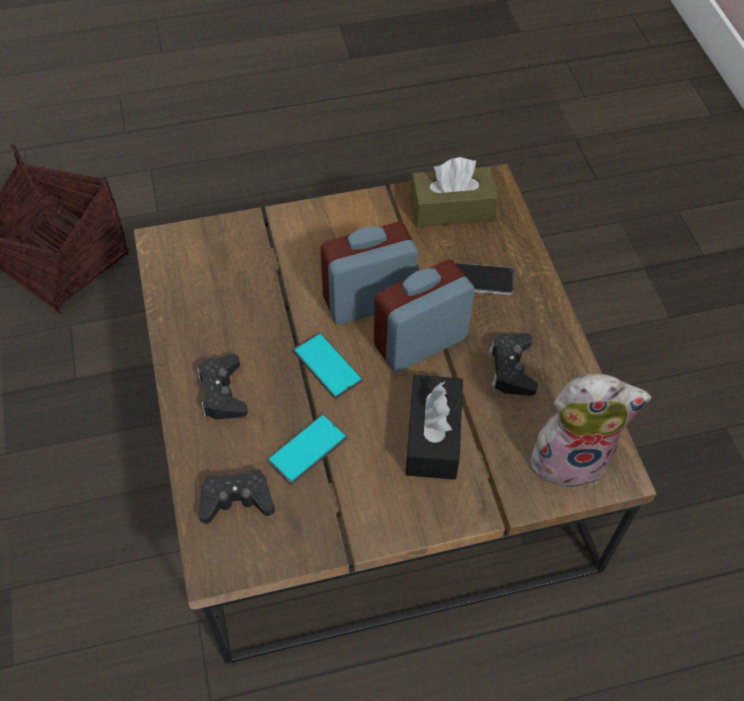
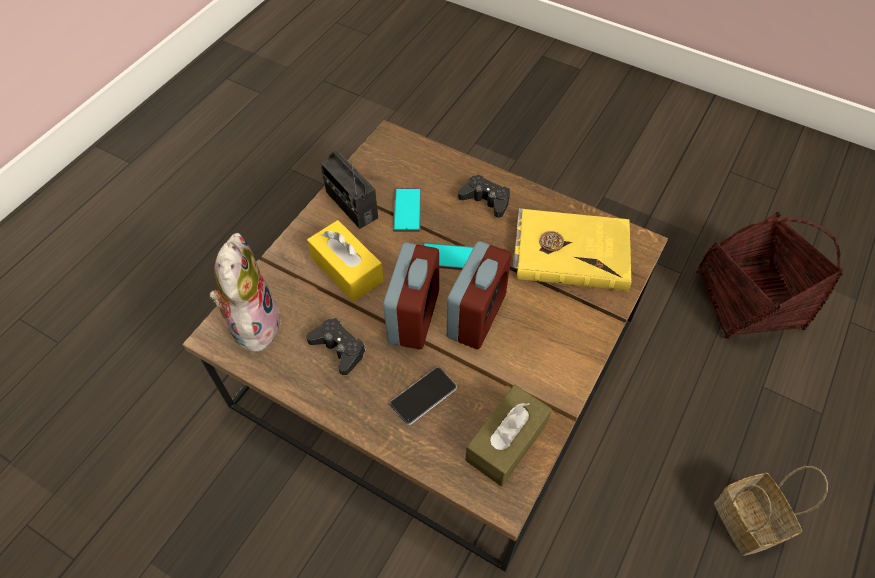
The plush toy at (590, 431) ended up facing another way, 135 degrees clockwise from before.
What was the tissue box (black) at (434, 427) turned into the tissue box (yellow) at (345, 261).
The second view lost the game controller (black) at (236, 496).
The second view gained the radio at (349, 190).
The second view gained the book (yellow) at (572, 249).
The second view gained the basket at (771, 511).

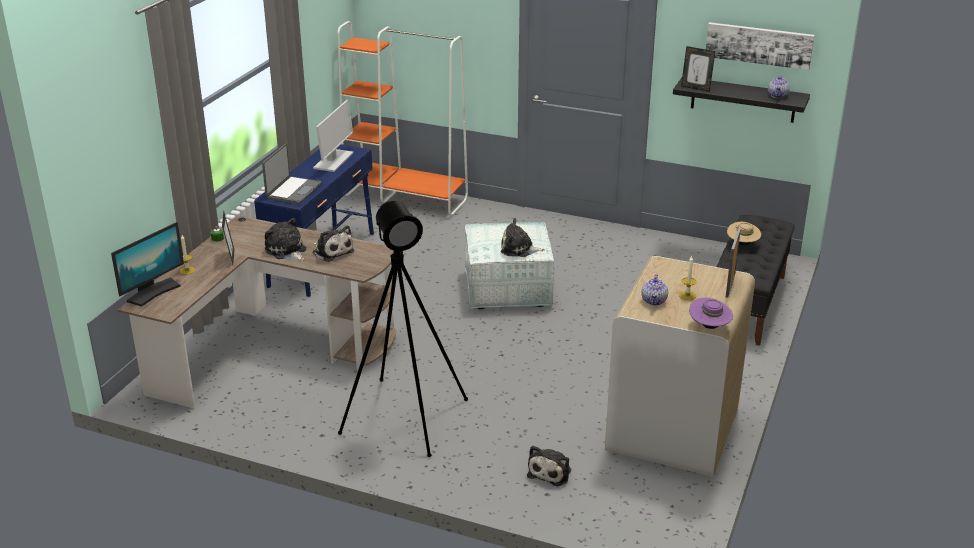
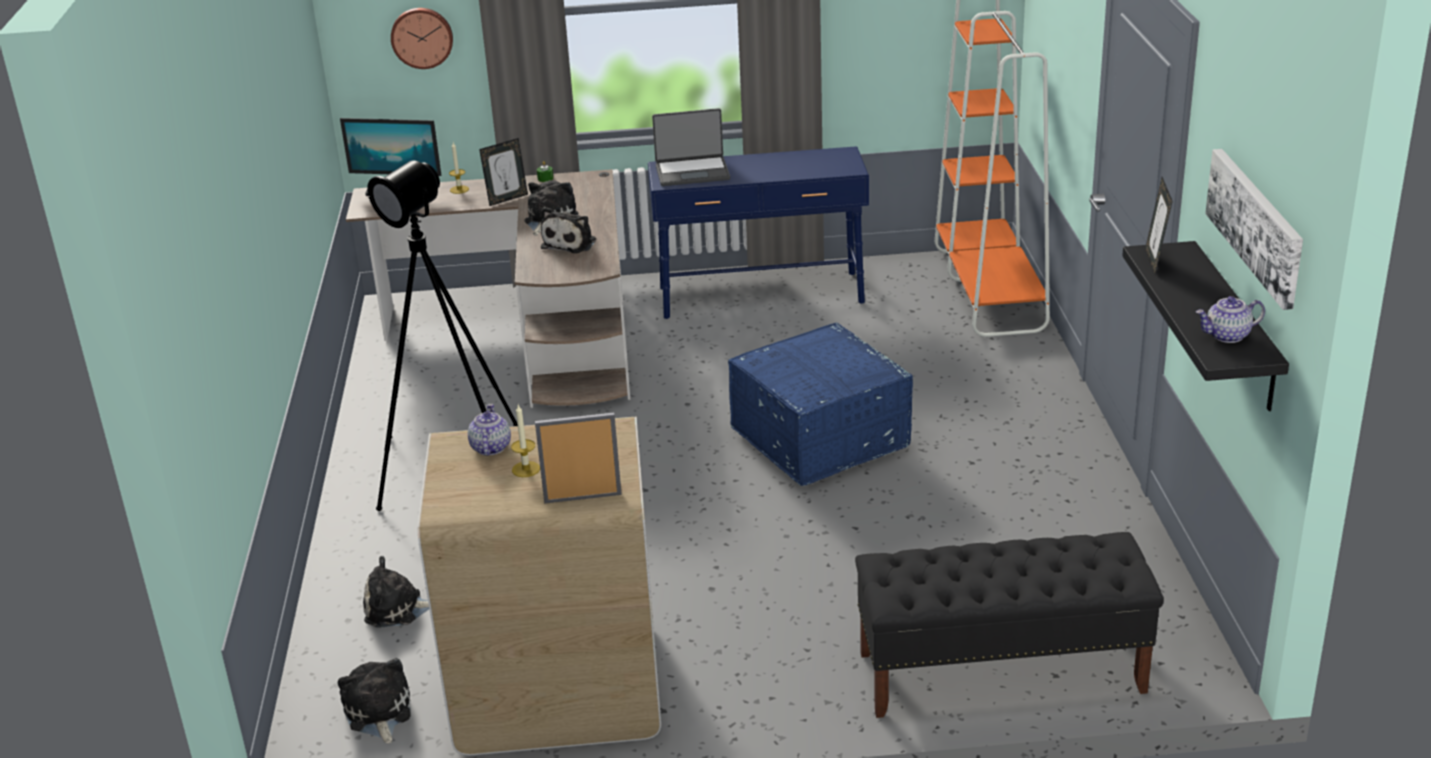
The second view lost the monitor at (333, 136).
The plush toy ended up elsewhere, having gone from (523, 237) to (374, 701).
What was the ottoman (white) at (509, 265) turned into the ottoman (blue) at (820, 404).
The second view lost the hat (beige) at (744, 234).
The teapot at (654, 289) ended up facing another way, 105 degrees clockwise from before.
The second view lost the hat (purple) at (711, 313).
The second view gained the wall clock at (422, 38).

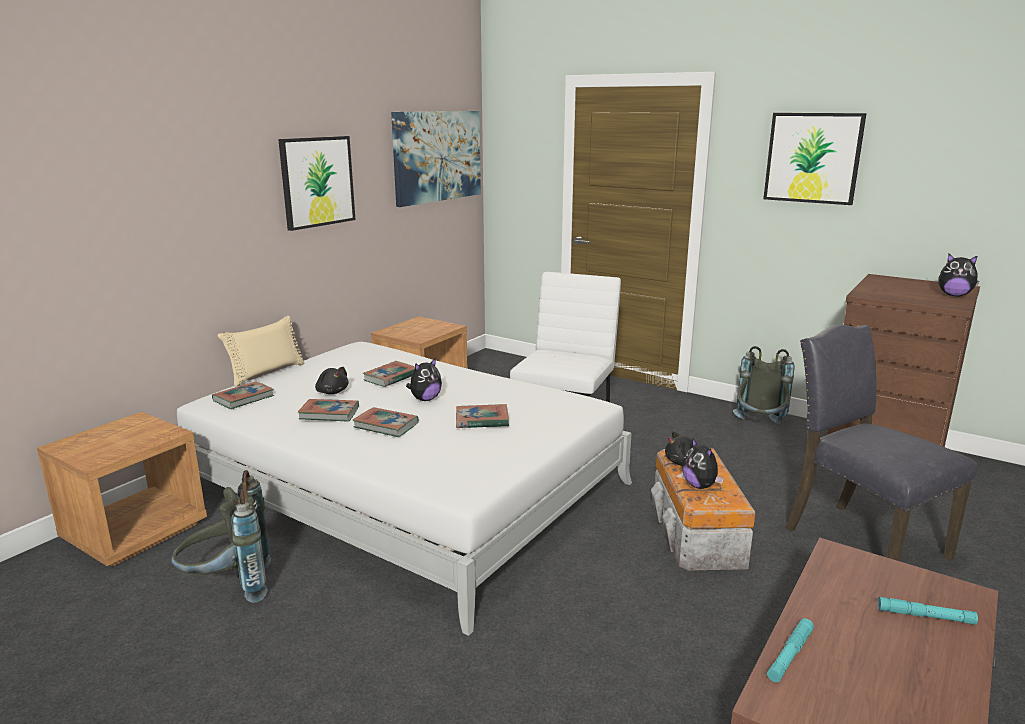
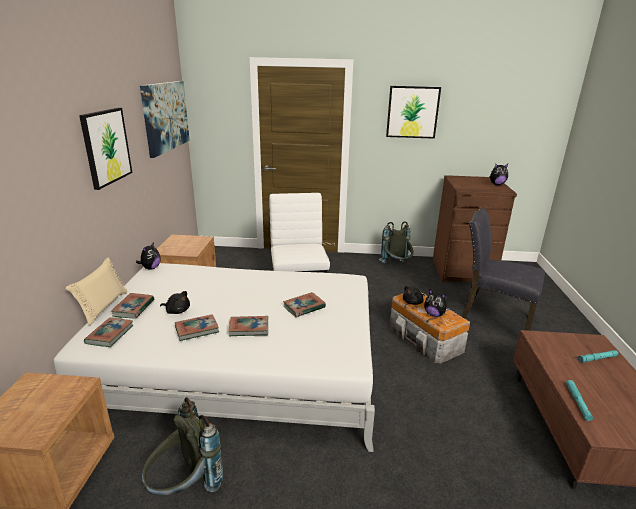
The plush toy ended up elsewhere, having gone from (424, 379) to (148, 256).
The book ended up elsewhere, having gone from (389, 374) to (132, 306).

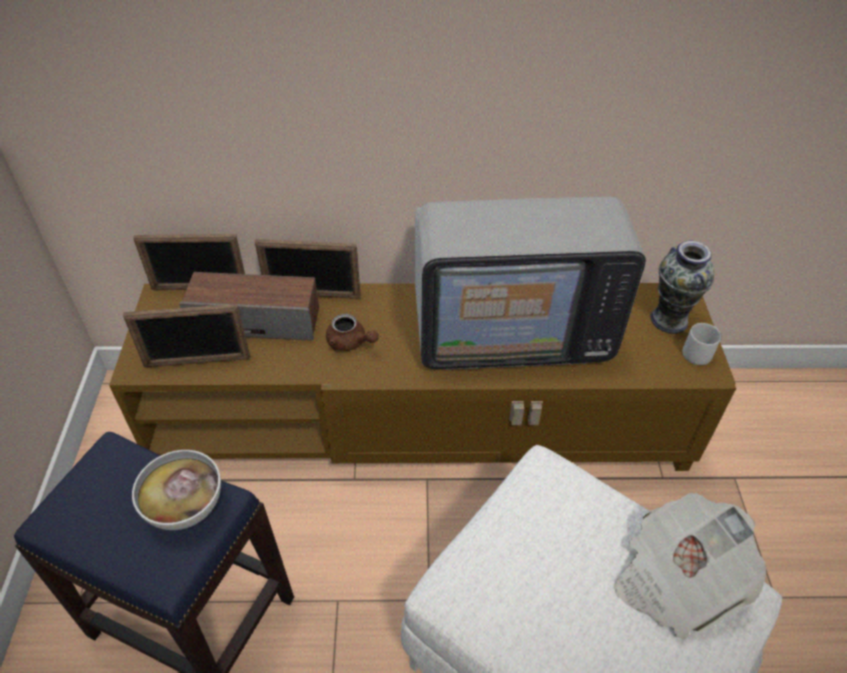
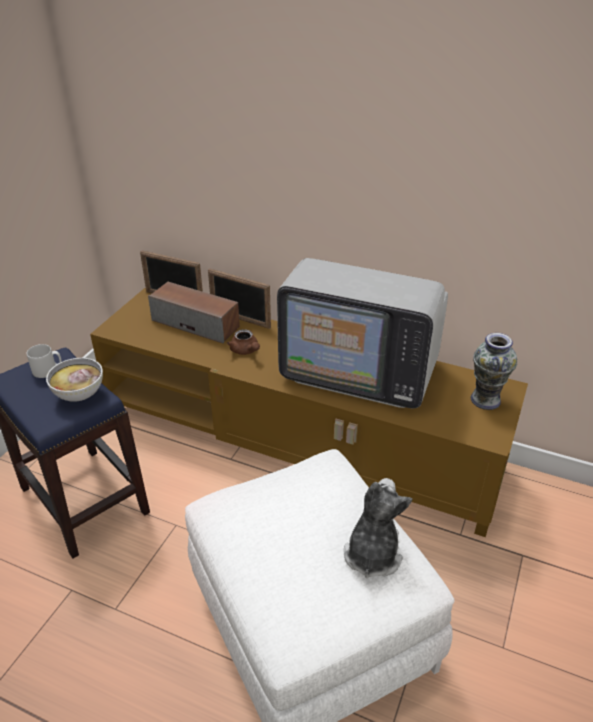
The second view lost the picture frame at (186, 336).
The mug (grey) ended up elsewhere, having gone from (701, 344) to (44, 361).
Where the newspaper stood at (690, 566), the plush toy came to stand at (378, 528).

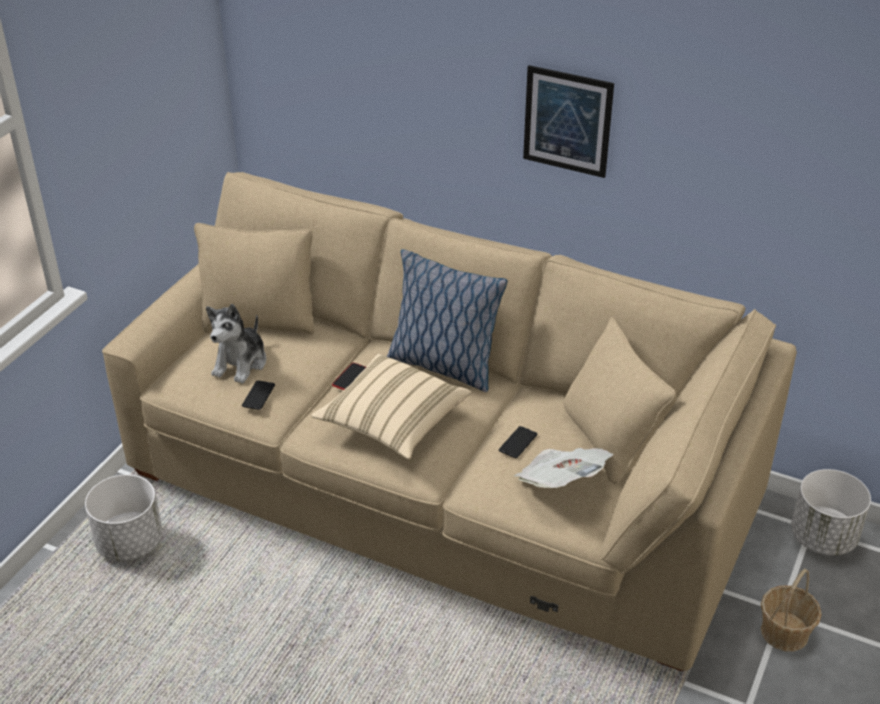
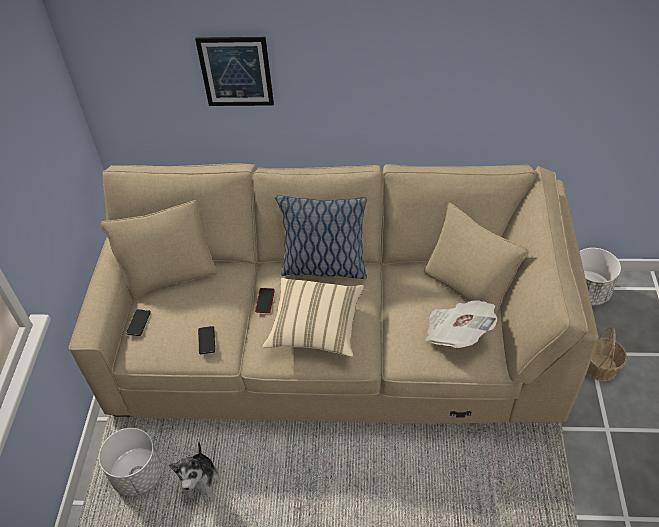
The picture ended up elsewhere, having gone from (568, 121) to (234, 71).
The plush toy ended up elsewhere, having gone from (236, 344) to (194, 472).
The phone ended up elsewhere, having gone from (518, 442) to (138, 322).

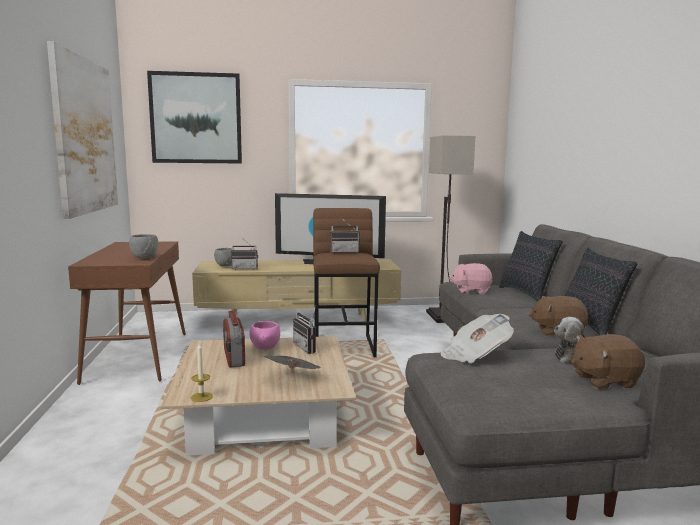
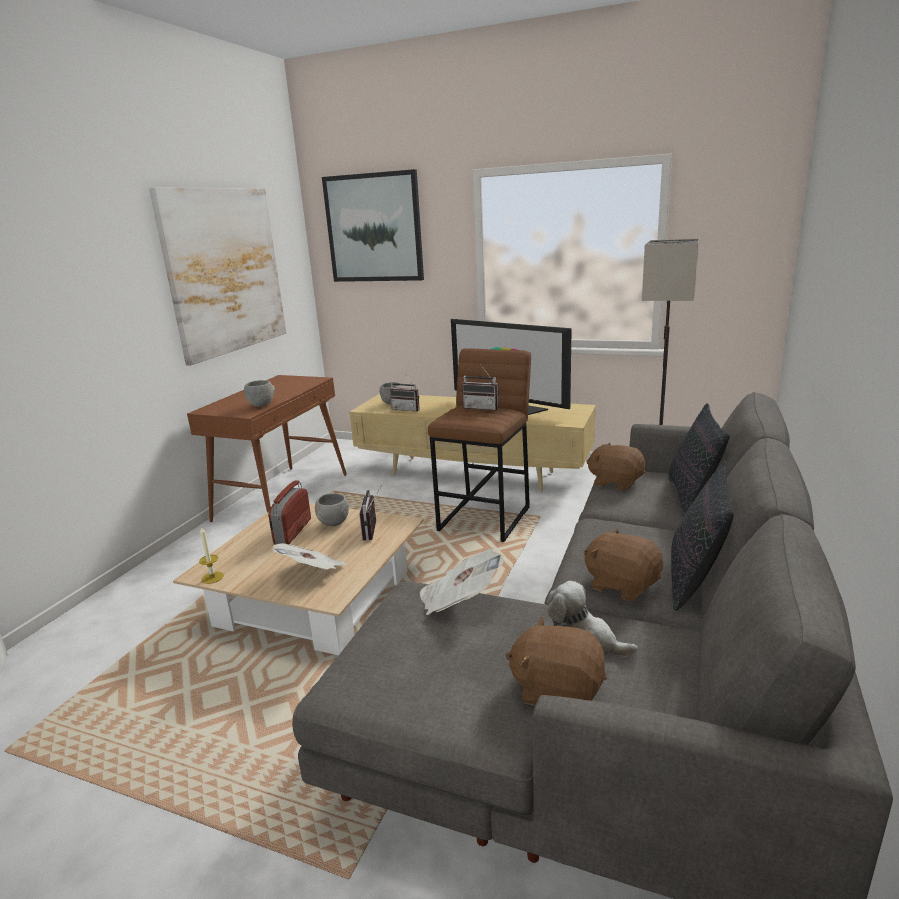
What was the plush toy (pink) at (471, 278) turned into the plush toy (brown) at (615, 467).
What was the bowl (pink) at (265, 335) turned into the bowl (grey) at (332, 509).

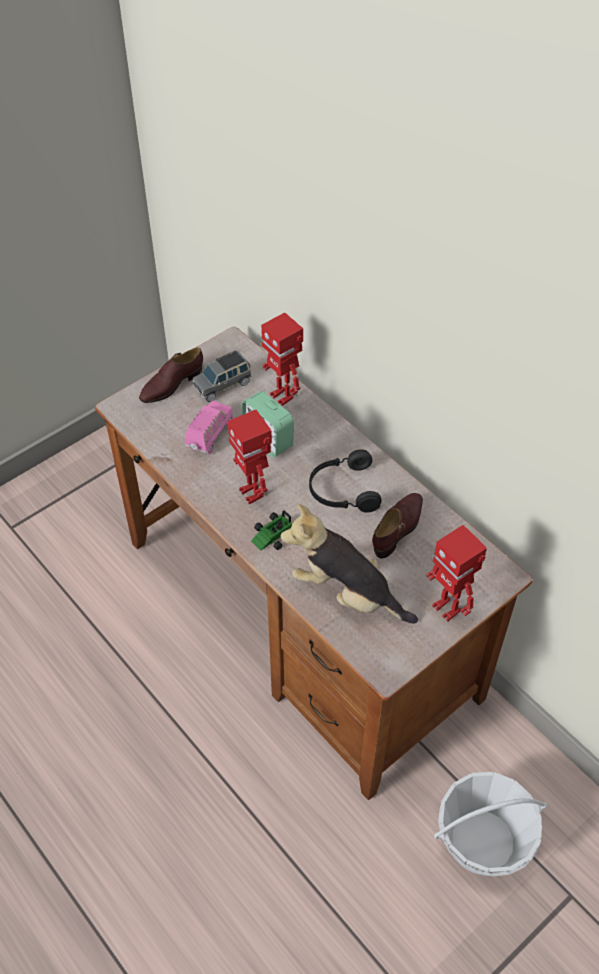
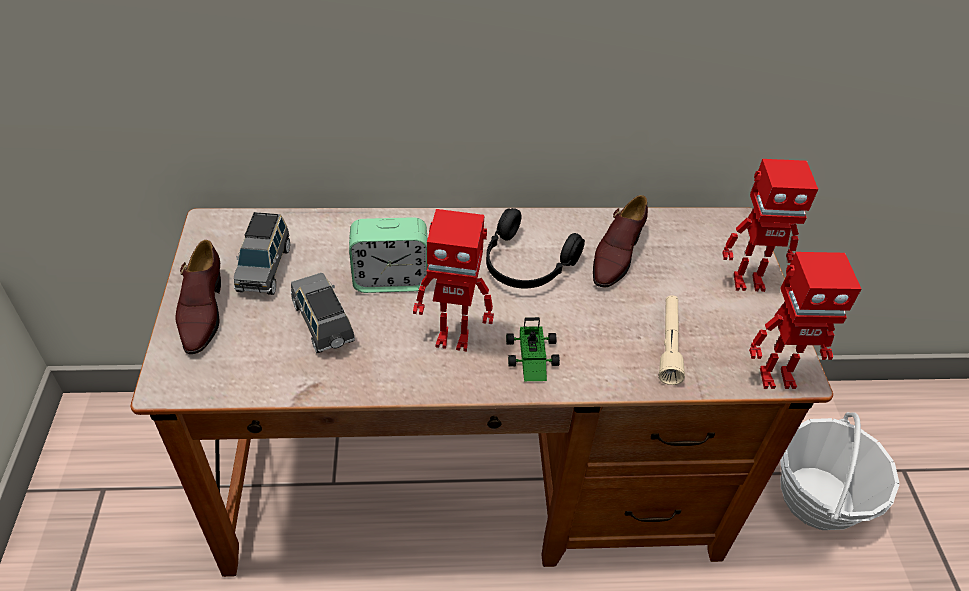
The toy robot ended up elsewhere, having gone from (282, 359) to (805, 320).
What was the toy car (pink) at (209, 427) turned into the toy car (grey) at (323, 313).
The shoe (brown) at (397, 525) ended up facing another way, 135 degrees counterclockwise from before.
Where the plush toy stood at (349, 564), the flashlight (beige) came to stand at (672, 340).

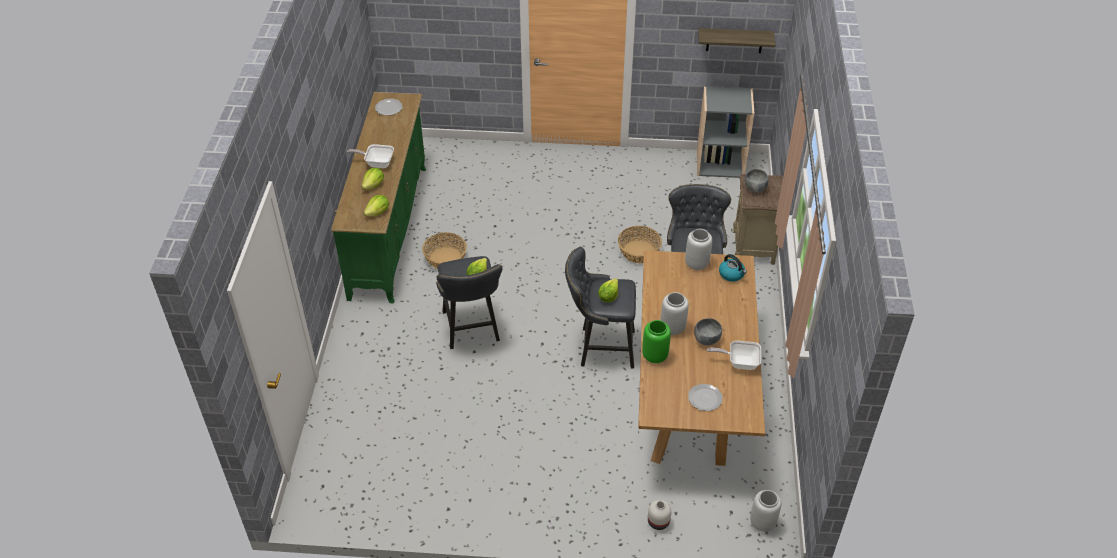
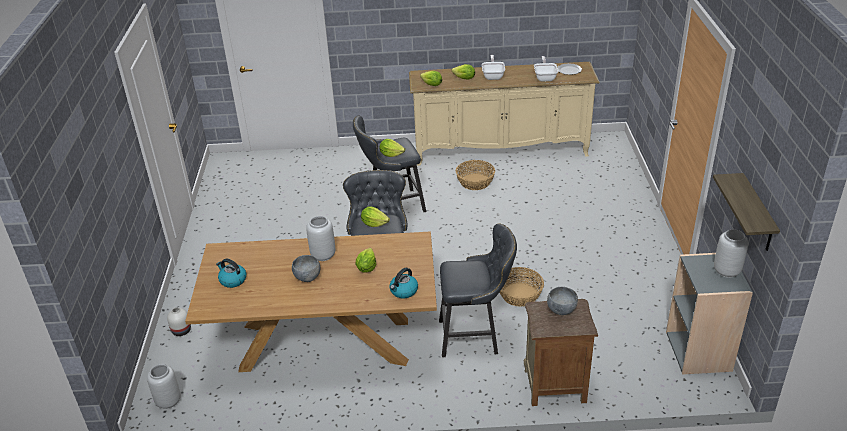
What was the cabinet (green) at (378, 197) turned into the cabinet (beige) at (504, 114).
The vase (grey) ended up elsewhere, having gone from (698, 249) to (731, 253).
The second view lost the vase (green) at (656, 341).
The frying pan ended up elsewhere, having gone from (734, 355) to (546, 68).
Where the plate stood at (705, 397), the kettle came to stand at (231, 273).
The second view gained the lettuce at (365, 260).

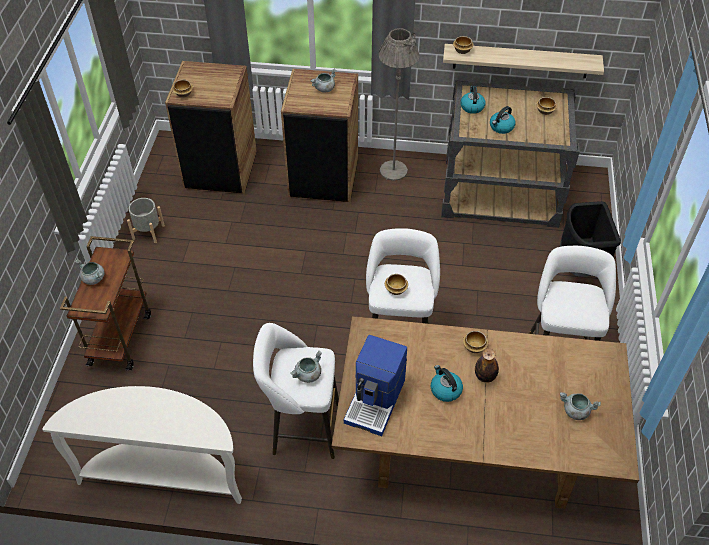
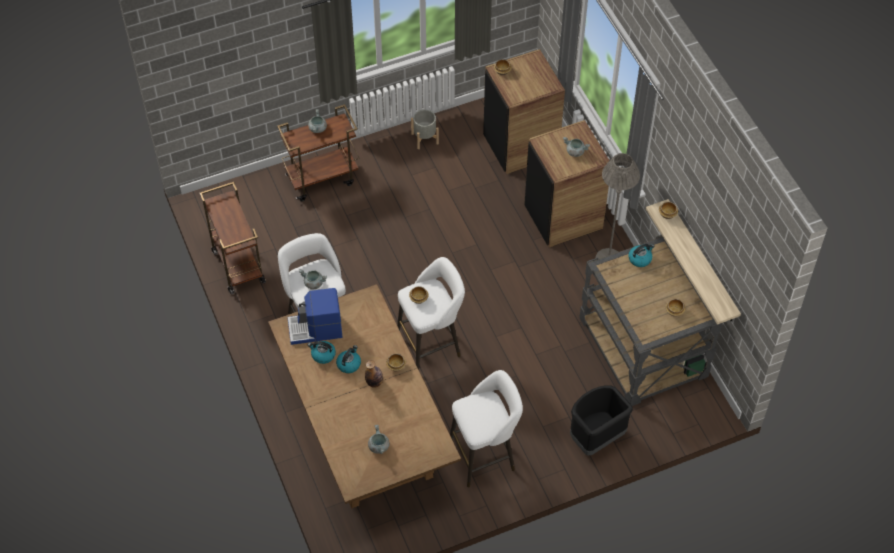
The kettle ended up elsewhere, having gone from (503, 120) to (322, 352).
Where the console table (white) stood at (142, 445), the cart (brown) came to stand at (233, 238).

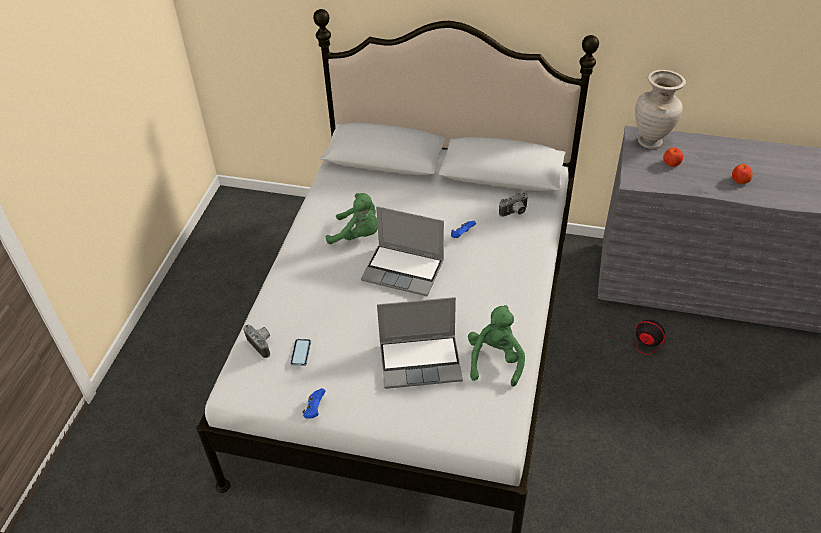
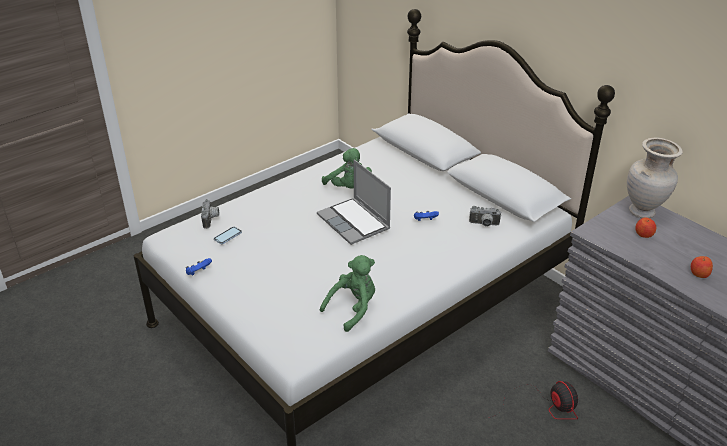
The second view lost the laptop at (420, 343).

